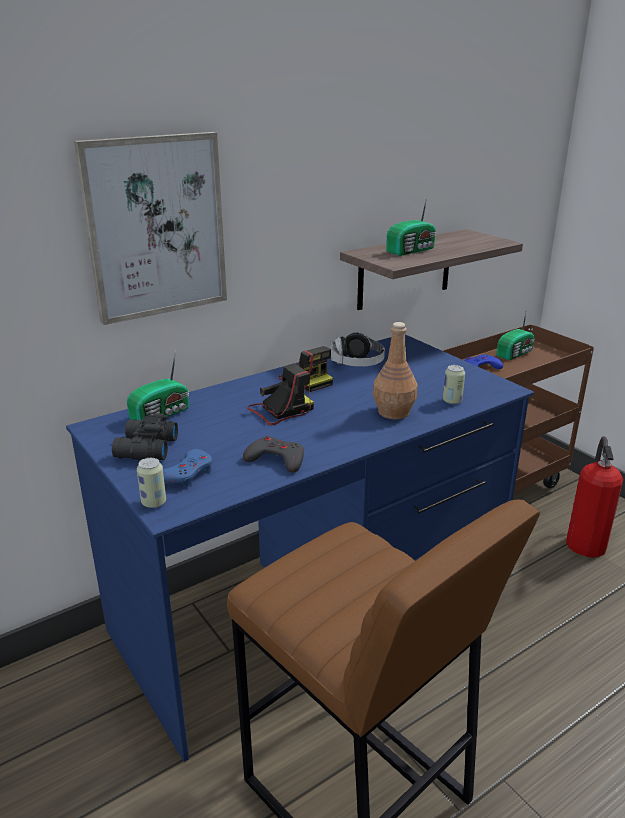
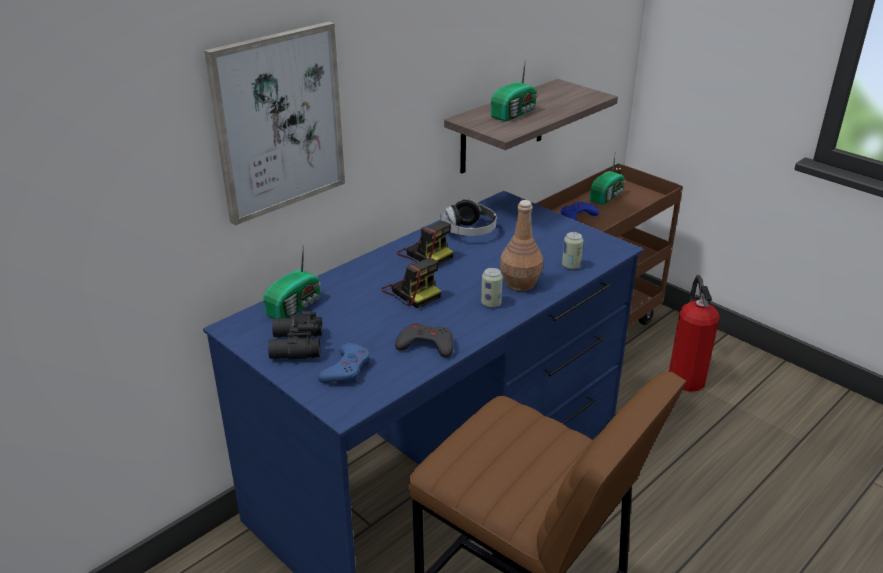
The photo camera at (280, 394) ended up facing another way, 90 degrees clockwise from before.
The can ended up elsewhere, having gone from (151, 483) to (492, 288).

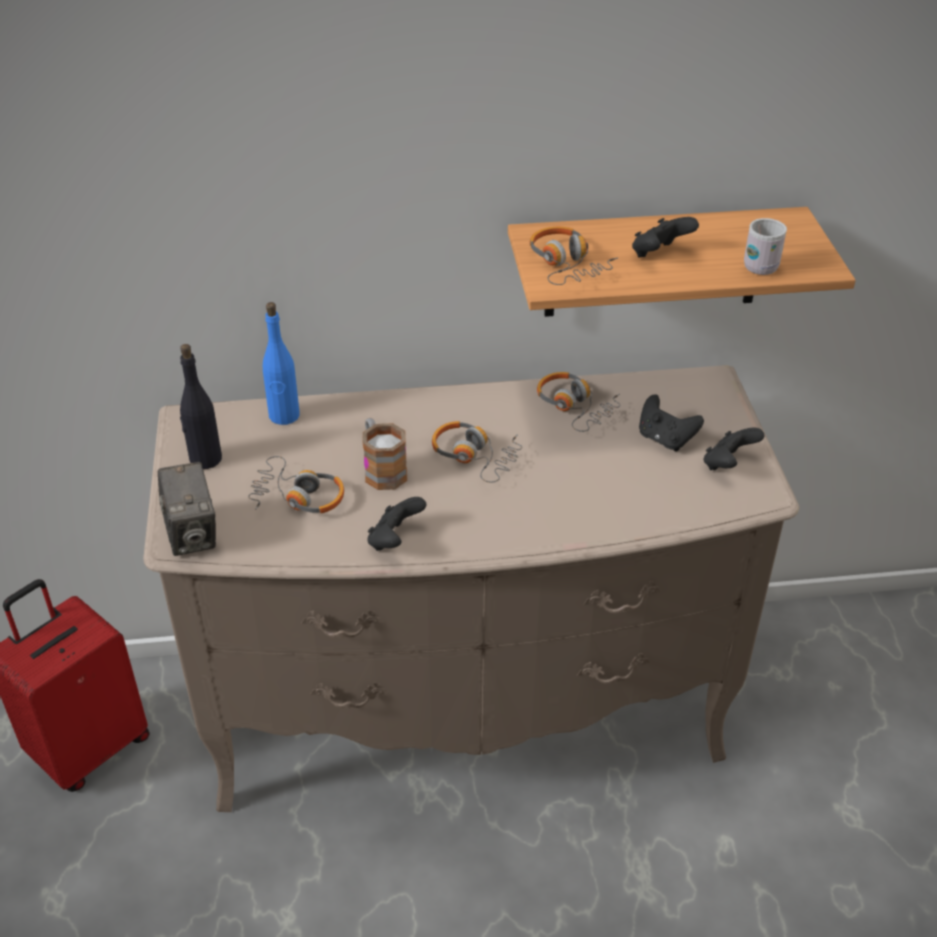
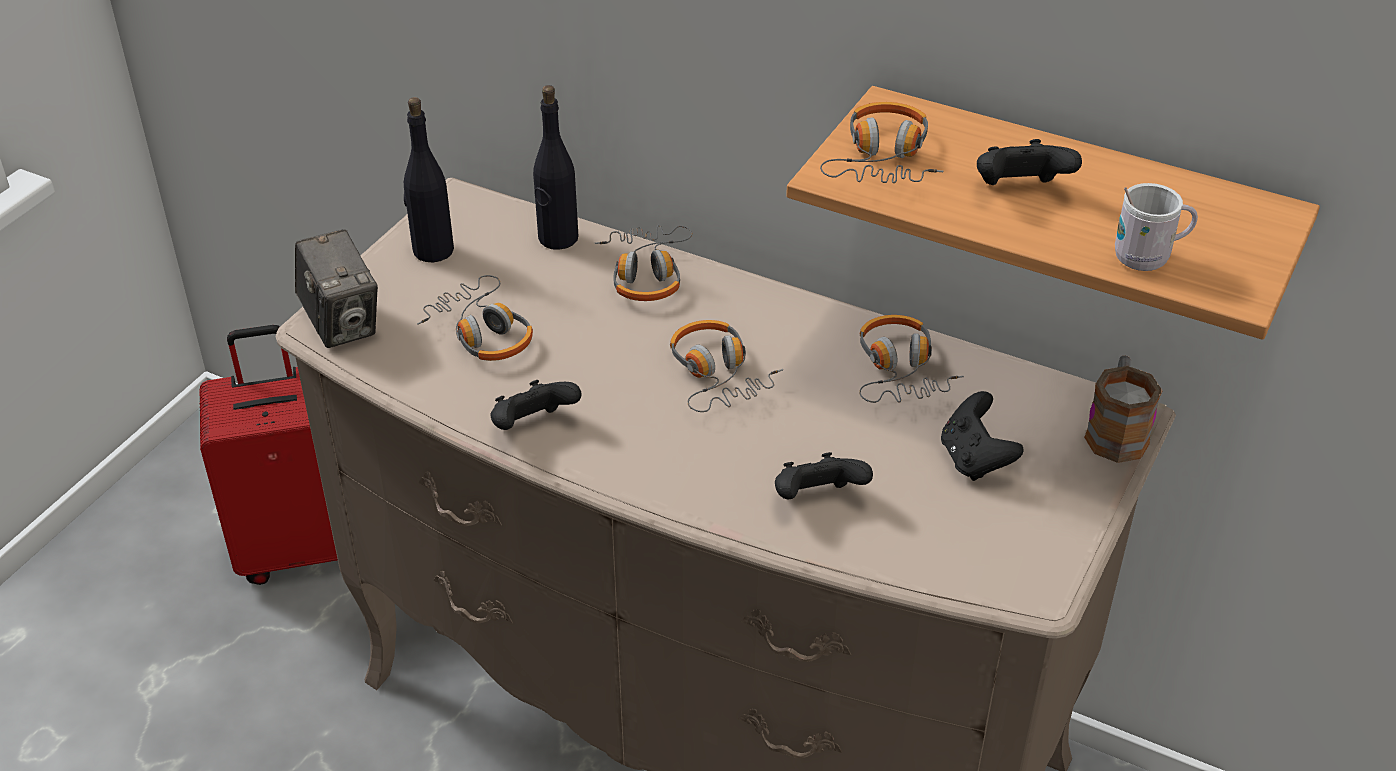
What was the bottle (blue) at (281, 363) turned into the bottle (black) at (556, 167).
The mug ended up elsewhere, having gone from (385, 454) to (1123, 409).
The game controller (black) ended up elsewhere, having gone from (734, 449) to (824, 475).
The photo camera at (187, 509) ended up facing another way, 45 degrees counterclockwise from before.
The second view gained the headphones at (643, 263).

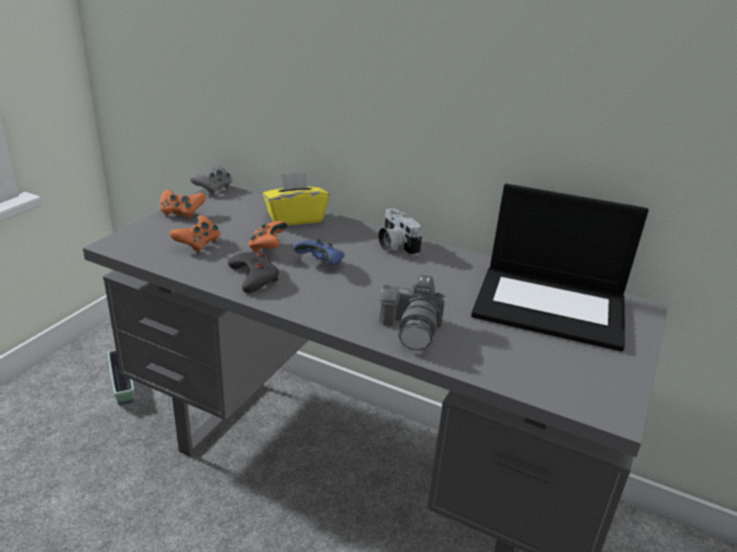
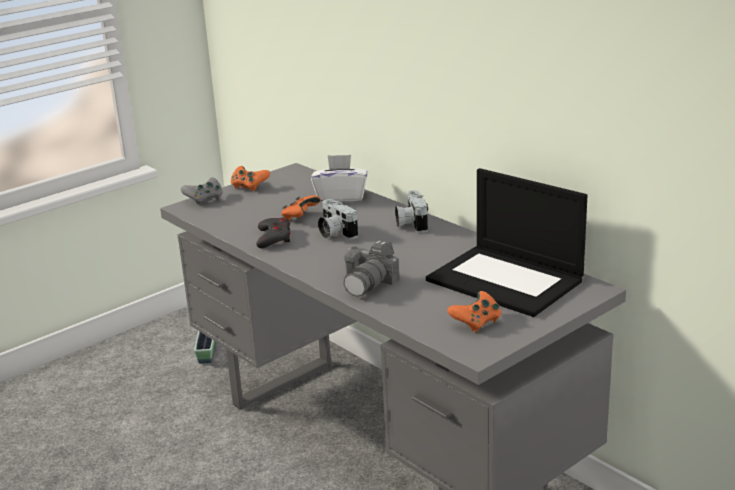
The game controller (grey) ended up elsewhere, having gone from (210, 180) to (201, 191).
What was the tissue box (yellow) at (296, 198) turned into the tissue box (white) at (339, 178).
The game controller (orange) ended up elsewhere, having gone from (194, 233) to (474, 311).
Where the game controller (blue) stood at (319, 251), the photo camera came to stand at (338, 219).

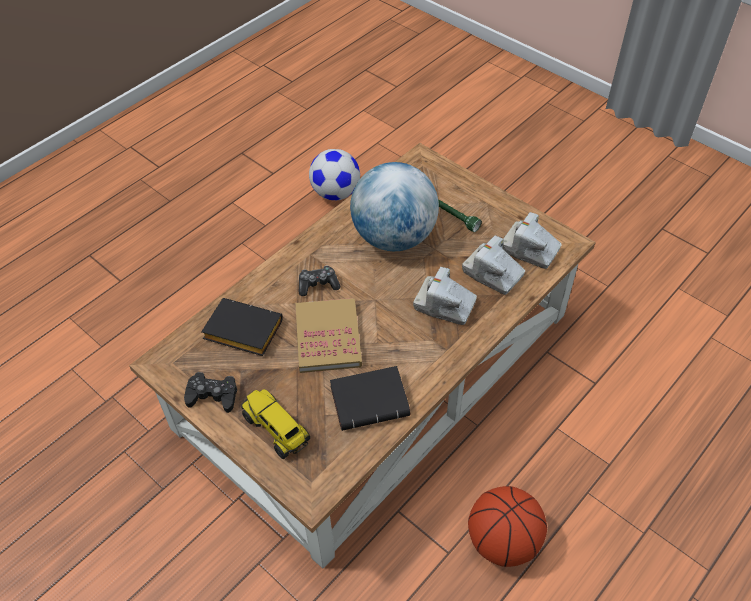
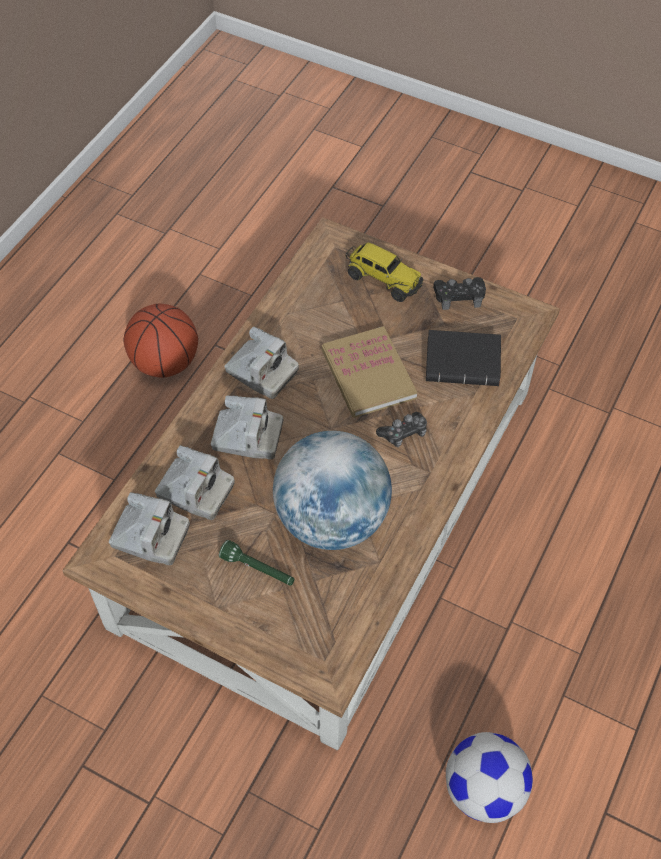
The second view lost the book (black) at (370, 398).
The second view gained the photo camera at (261, 362).

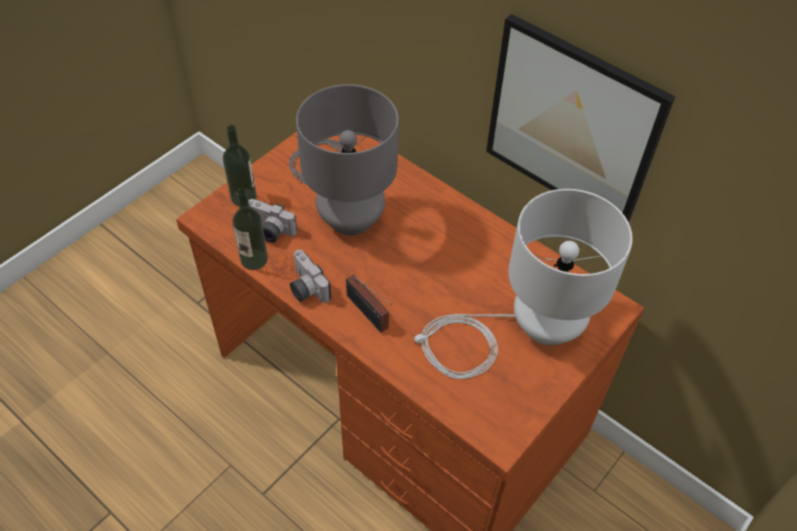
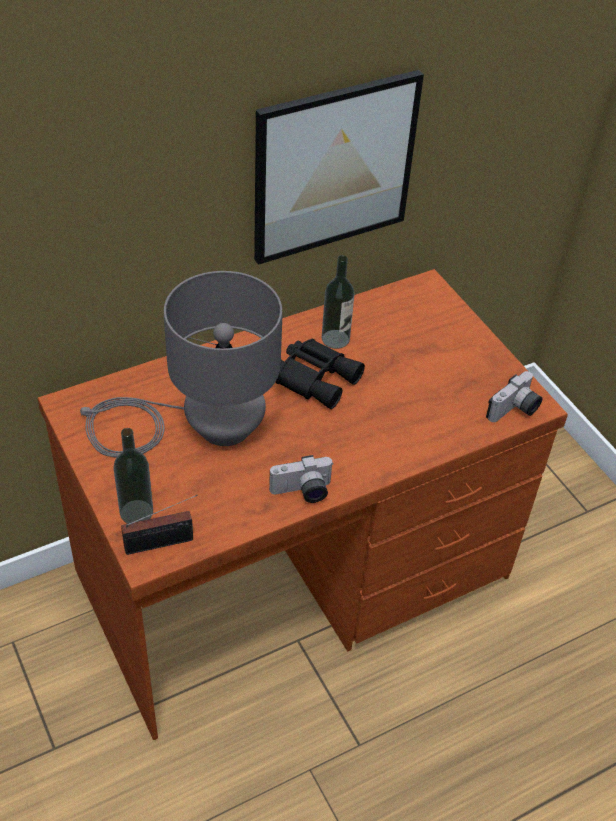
The bottle ended up elsewhere, having gone from (250, 229) to (338, 302).
The second view lost the table lamp (grey) at (523, 284).
The photo camera ended up elsewhere, having gone from (272, 221) to (514, 396).
The radio ended up elsewhere, having gone from (369, 303) to (159, 525).
The second view gained the binoculars (black) at (320, 374).

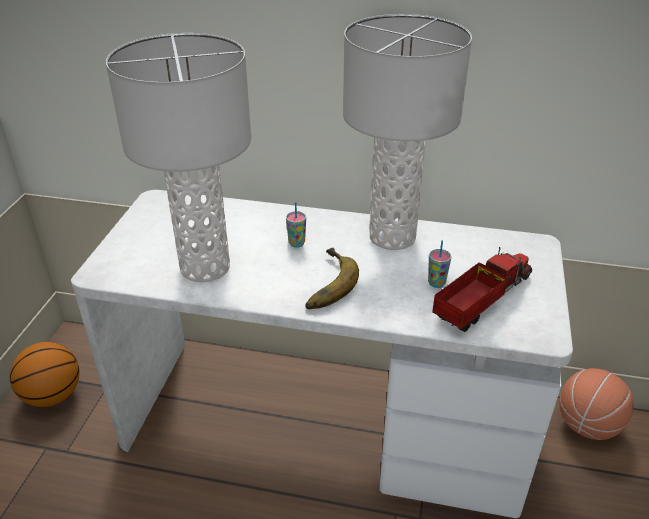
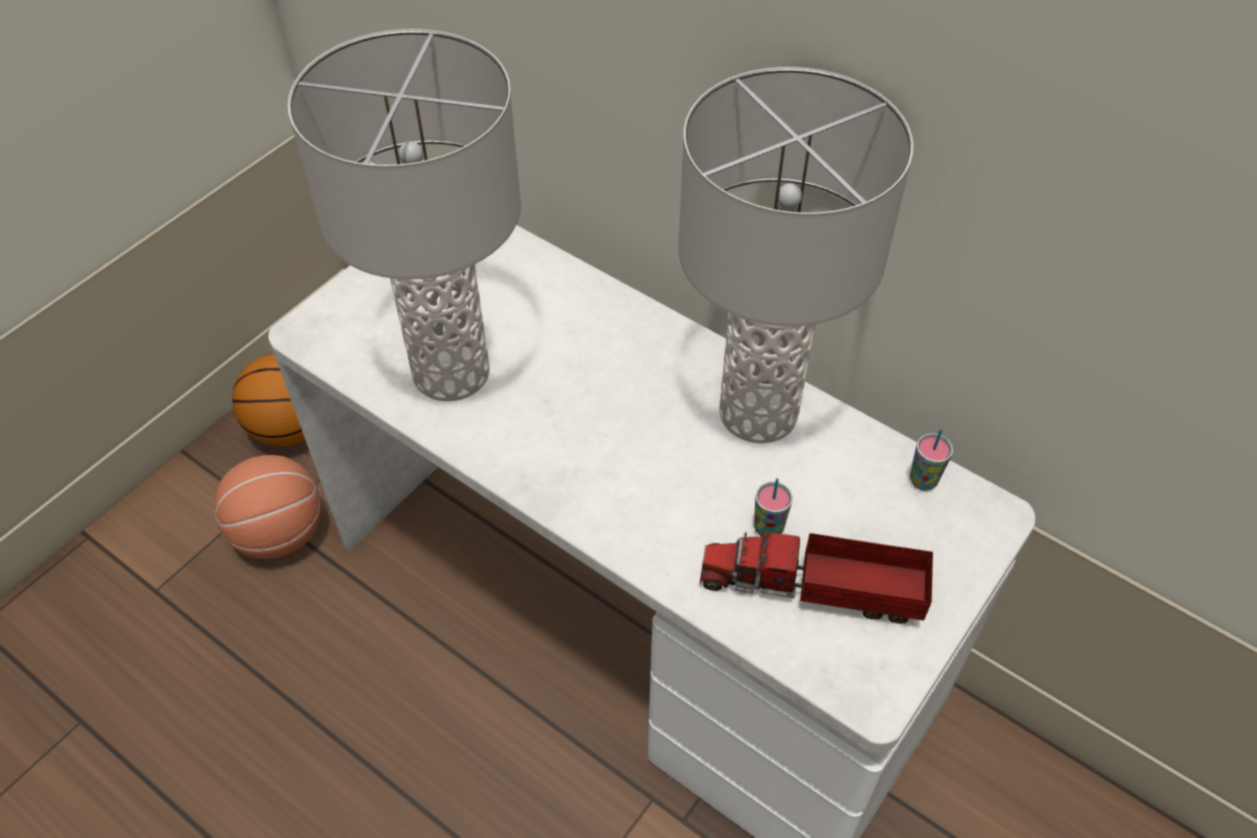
The cup ended up elsewhere, having gone from (296, 225) to (931, 460).
The toy truck at (482, 289) ended up facing another way, 150 degrees counterclockwise from before.
The second view lost the banana at (332, 278).
The basketball ended up elsewhere, having gone from (596, 404) to (267, 507).

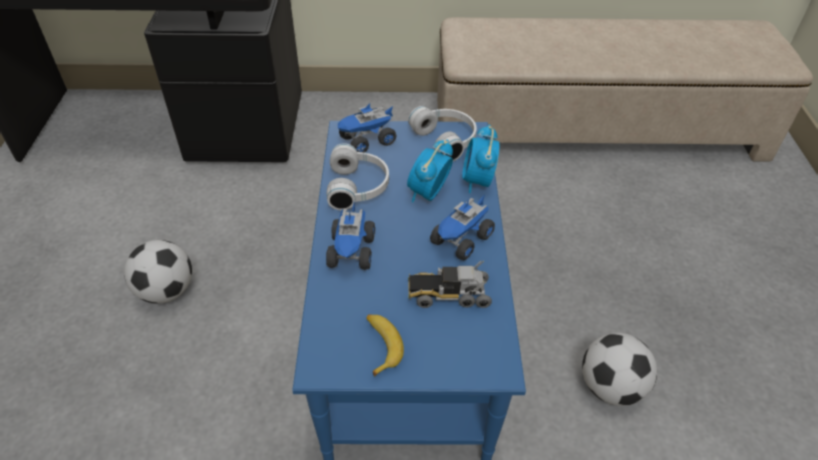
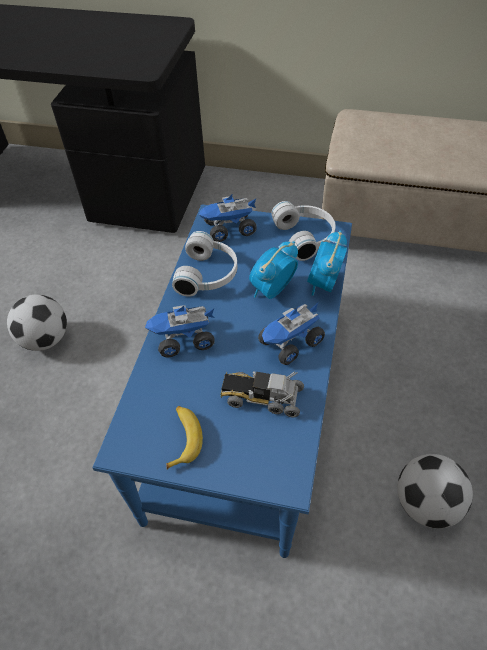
The toy truck at (350, 236) ended up facing another way, 60 degrees clockwise from before.

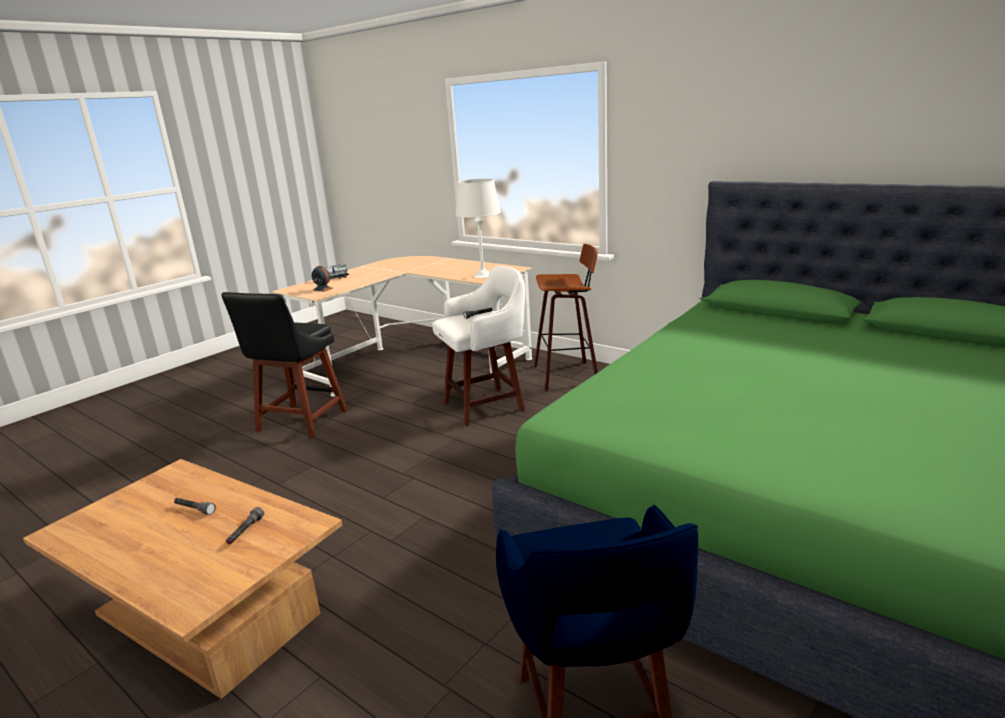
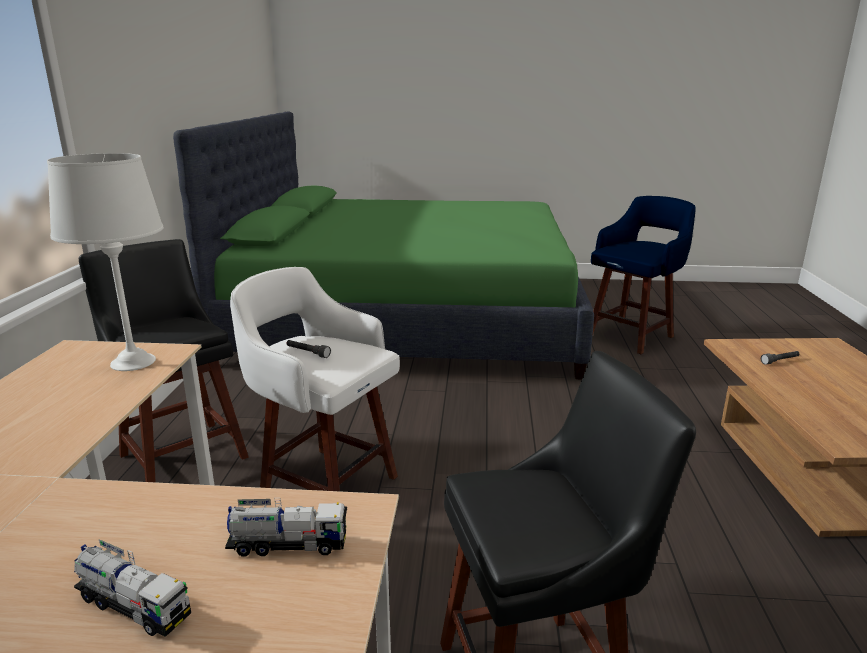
Where the stool stood at (566, 317), the chair (black) came to stand at (164, 360).
Where the alarm clock stood at (322, 279), the toy truck came to stand at (286, 527).
The second view lost the flashlight (grey) at (195, 506).

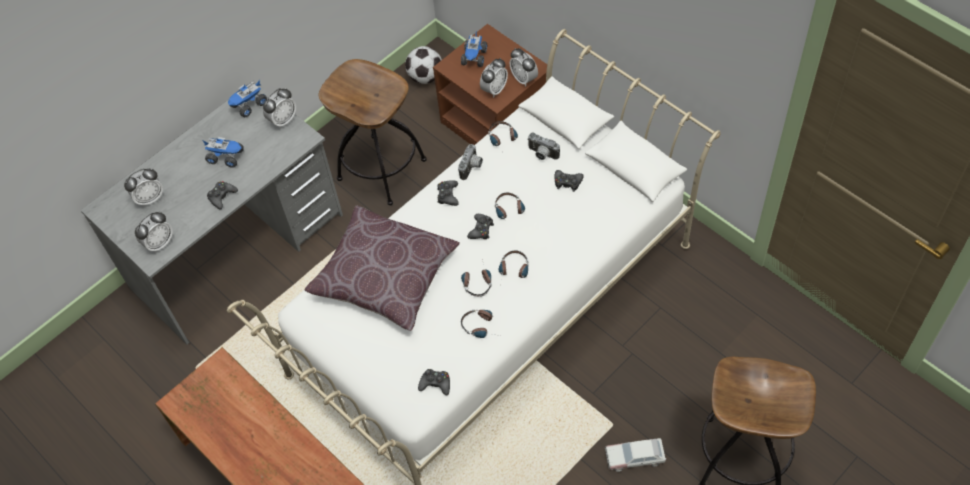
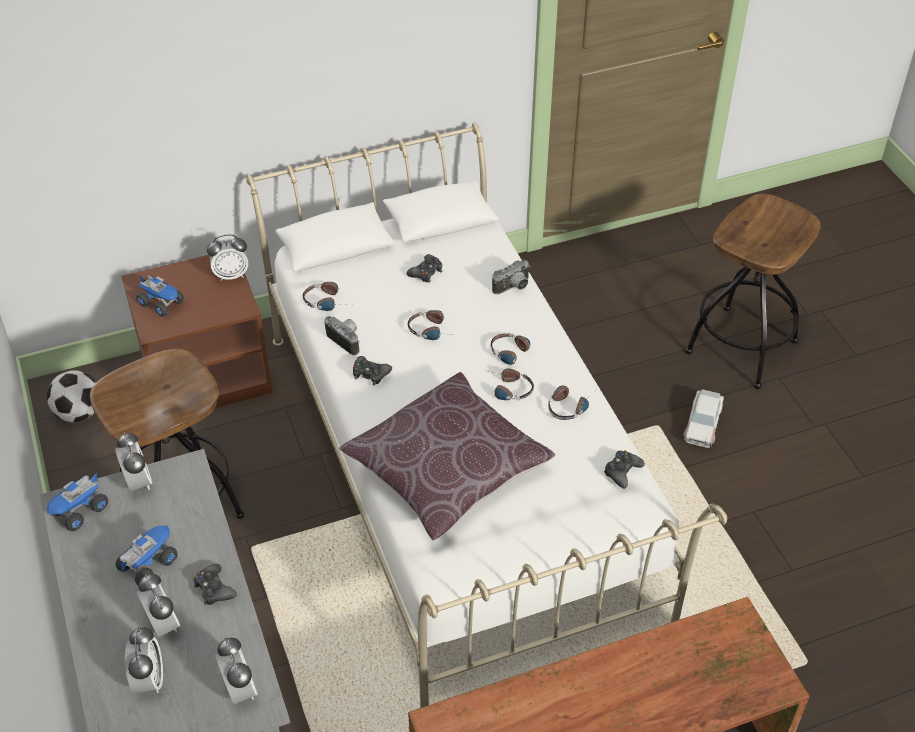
The alarm clock ended up elsewhere, having gone from (494, 78) to (158, 605).
The toy truck at (247, 98) ended up facing another way, 60 degrees clockwise from before.
The photo camera ended up elsewhere, having gone from (543, 146) to (511, 276).
The second view lost the game controller (black) at (480, 226).

